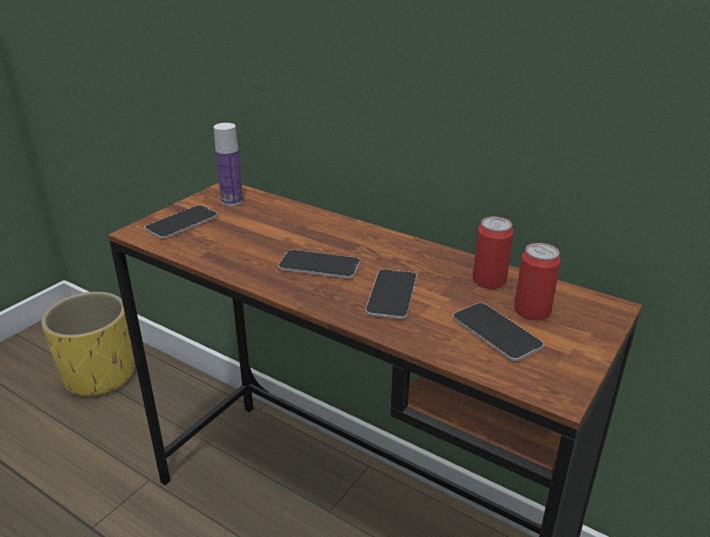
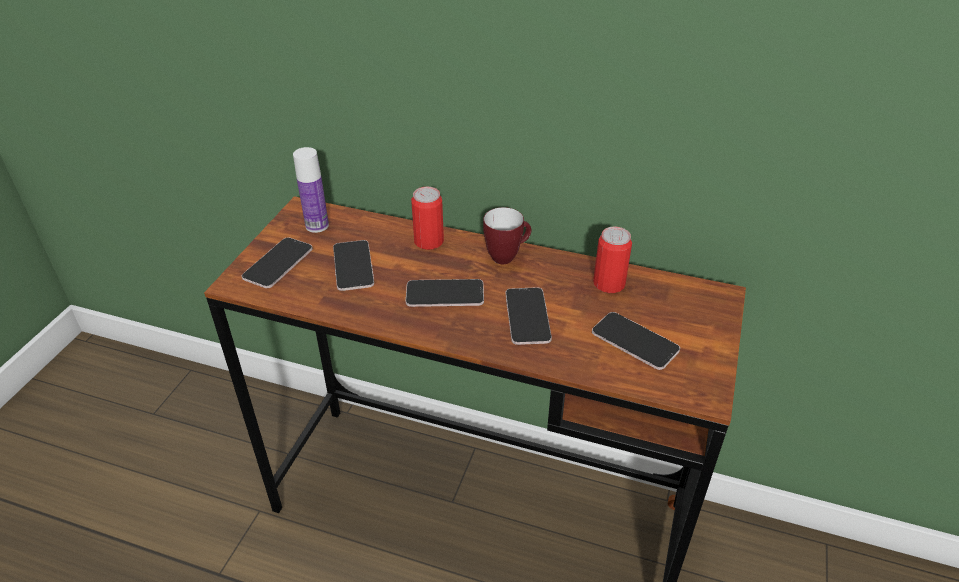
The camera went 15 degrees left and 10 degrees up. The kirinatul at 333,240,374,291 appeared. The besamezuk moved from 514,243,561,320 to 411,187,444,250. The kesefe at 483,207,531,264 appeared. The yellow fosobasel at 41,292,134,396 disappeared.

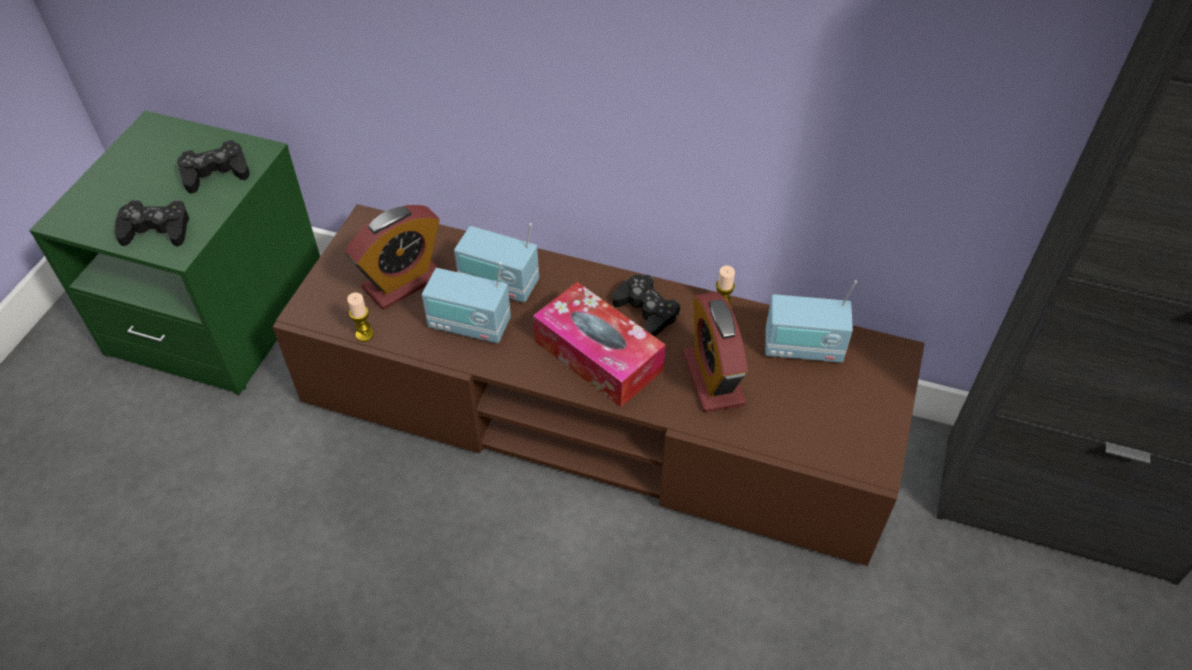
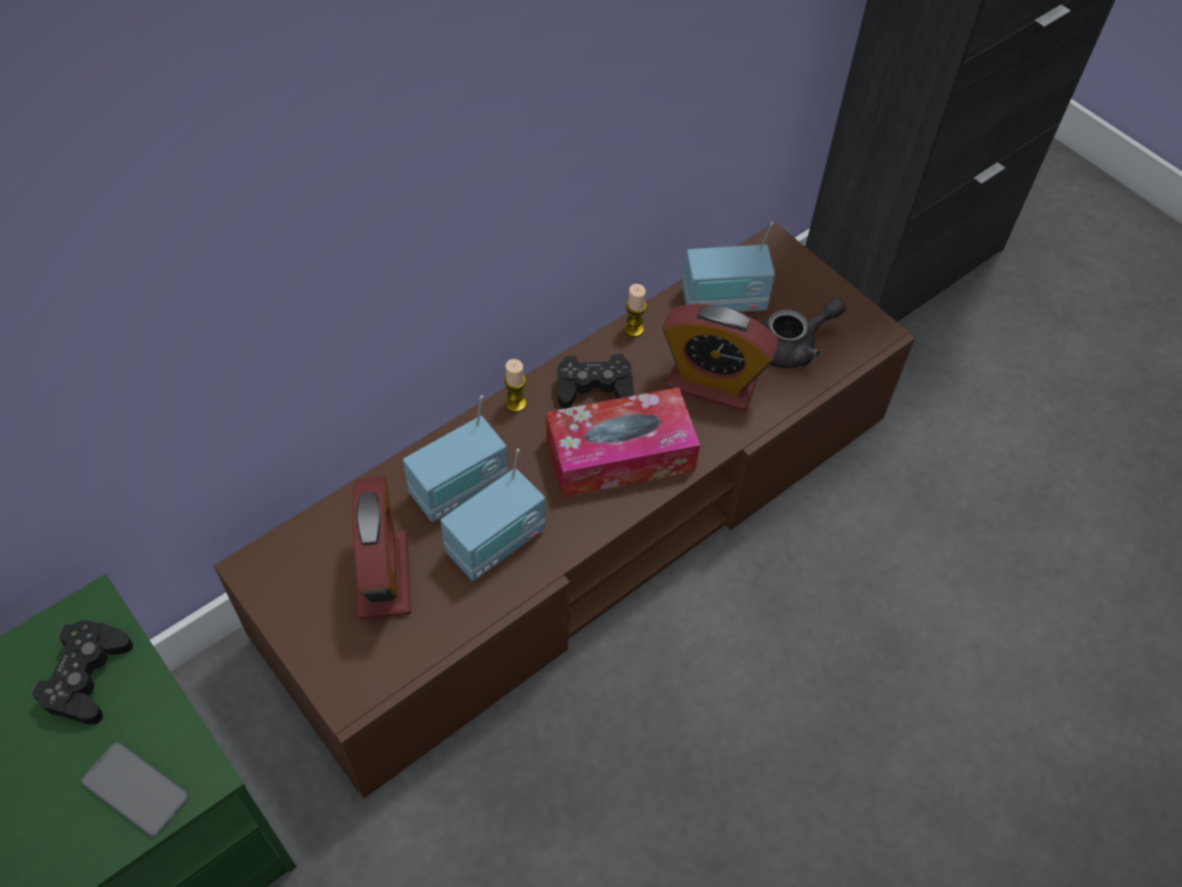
The camera went 60 degrees left and 5 degrees up. The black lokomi at 114,200,189,247 was replaced by the kirinatul at 81,743,189,836. The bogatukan moved from 347,292,374,342 to 504,359,526,412. The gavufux at 765,280,857,363 turned 45 degrees clockwise. The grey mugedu at 761,297,846,368 appeared.

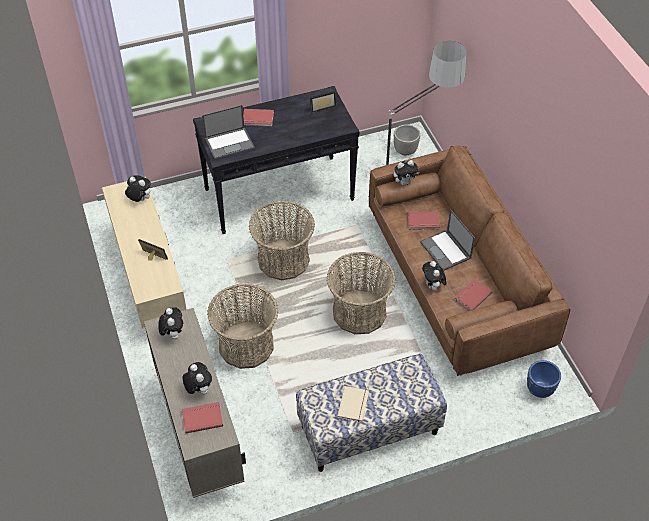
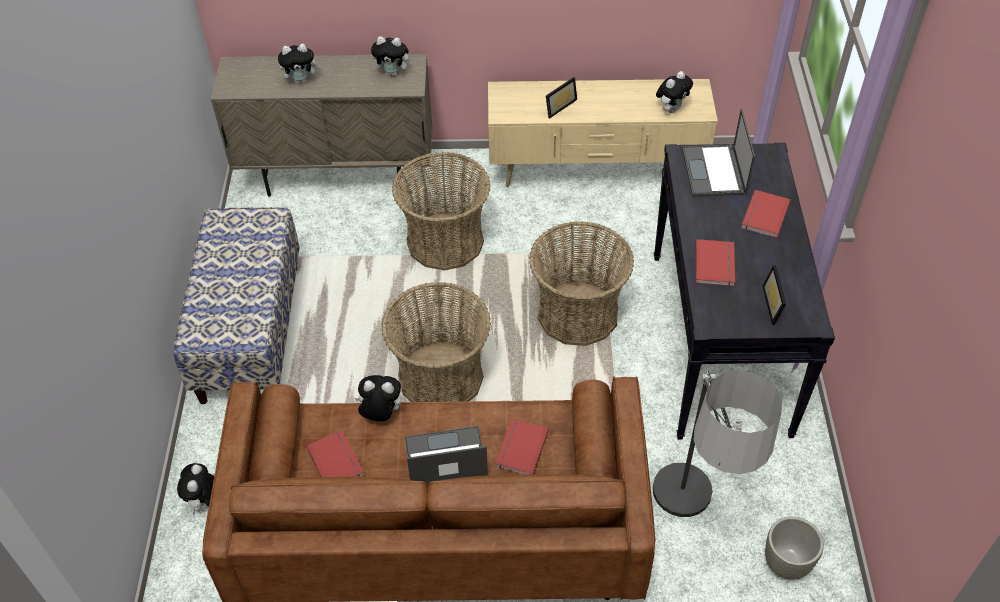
The camera went 110 degrees right and 0 degrees up. The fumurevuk moved from 394,160,419,185 to 177,463,214,515. The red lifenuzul moved from 182,402,223,433 to 695,239,735,286. The beige lifenuzul at 337,386,369,422 disappeared. The blue fosobasel at 527,360,561,398 disappeared.

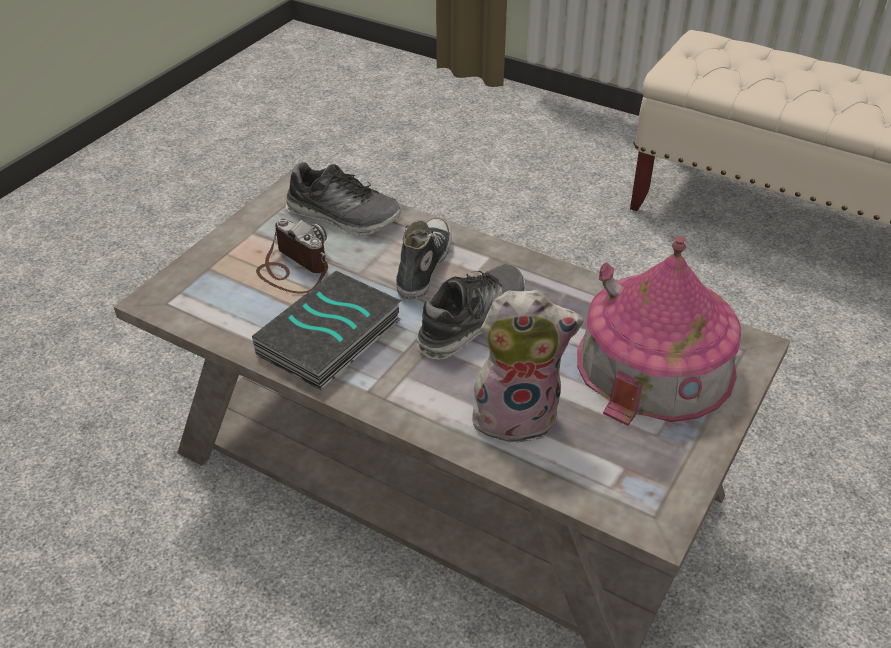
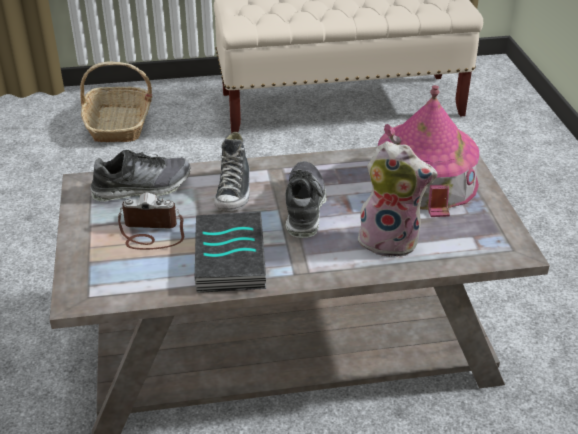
The camera went 40 degrees left and 5 degrees down. The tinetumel at 80,61,152,143 appeared. The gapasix at 396,218,452,300 turned 150 degrees counterclockwise. The fumurevuk at 472,290,583,444 turned 60 degrees clockwise.

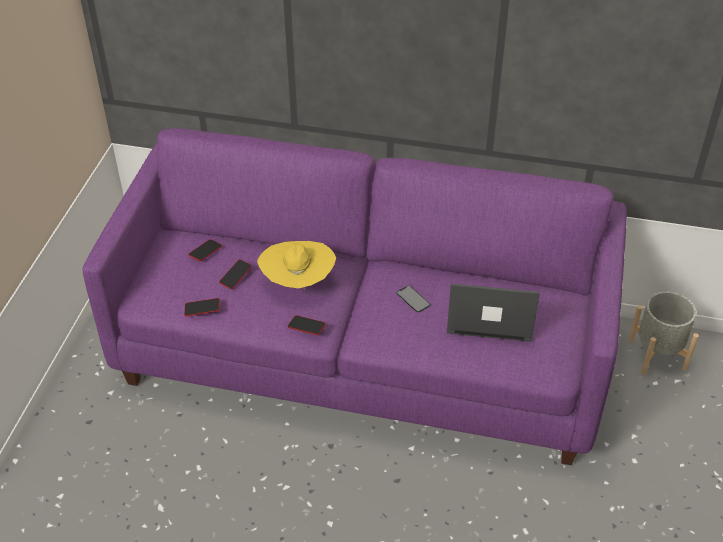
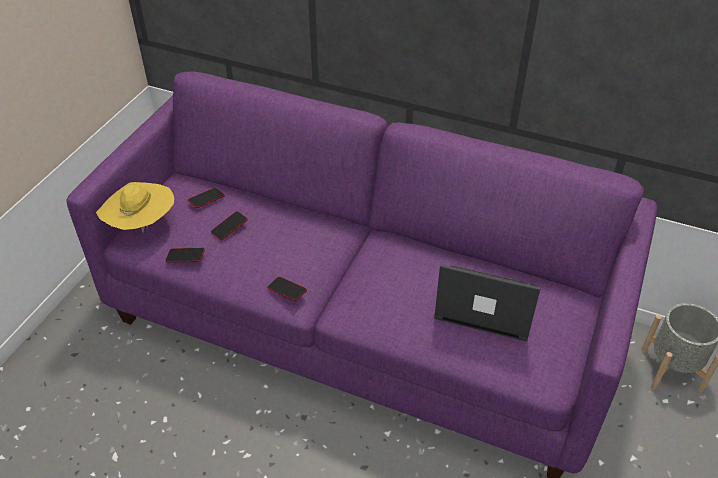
The camera went 10 degrees right and 0 degrees up. The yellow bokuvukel moved from 257,241,336,290 to 96,182,174,233. The kirinatul at 397,285,430,313 disappeared.

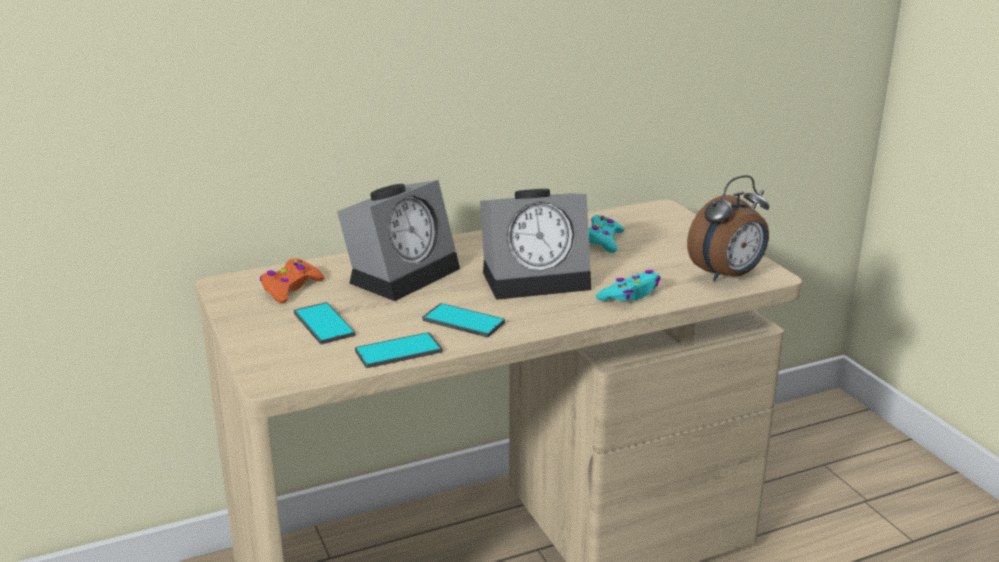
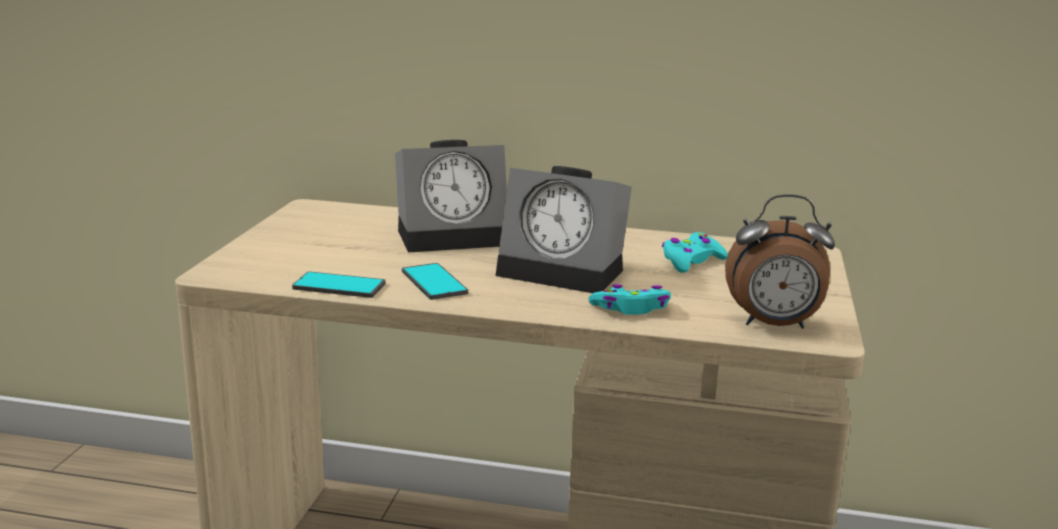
The camera went 35 degrees right and 5 degrees down. The orange lokomi at 260,258,324,303 disappeared. The kirinatul at 294,302,355,344 disappeared.

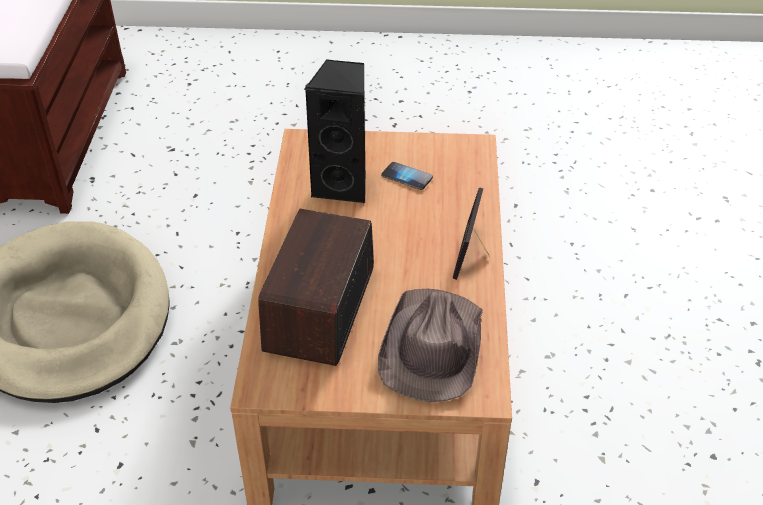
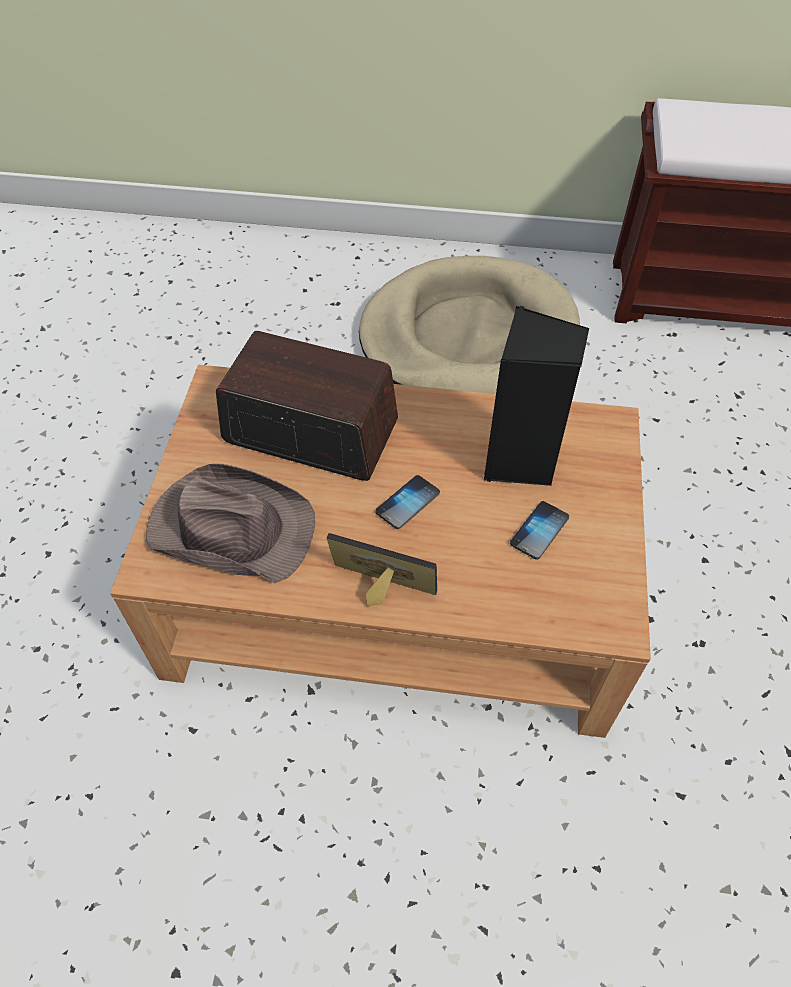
The camera went 95 degrees right and 10 degrees up. The kirinatul at 375,475,440,529 appeared.

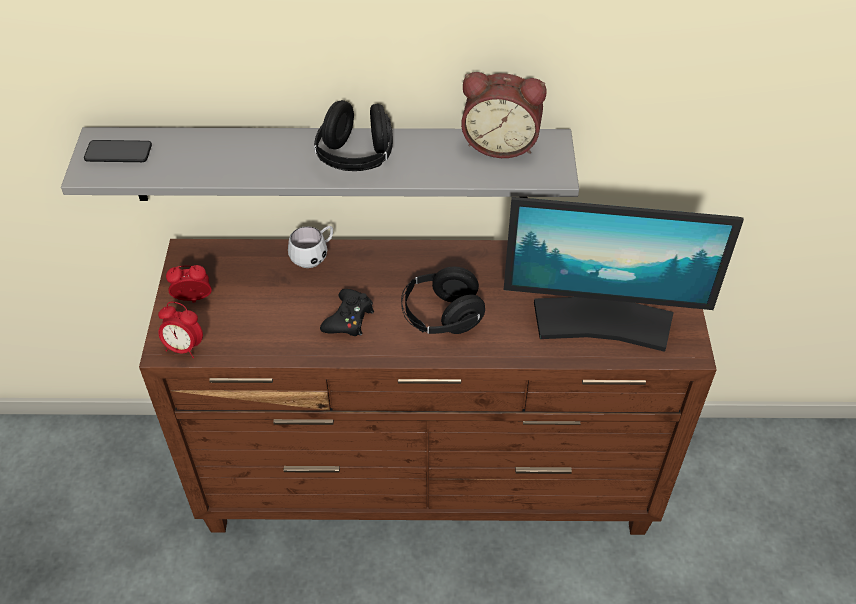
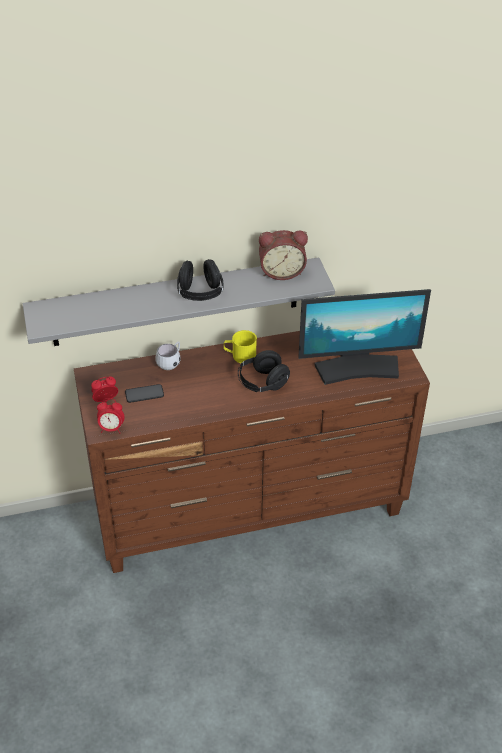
The camera went 15 degrees left and 5 degrees down. The kirinatul moved from 84,140,152,162 to 125,384,164,403. The yellow kesefe at 224,330,257,363 appeared. The black lokomi at 320,289,374,336 disappeared.

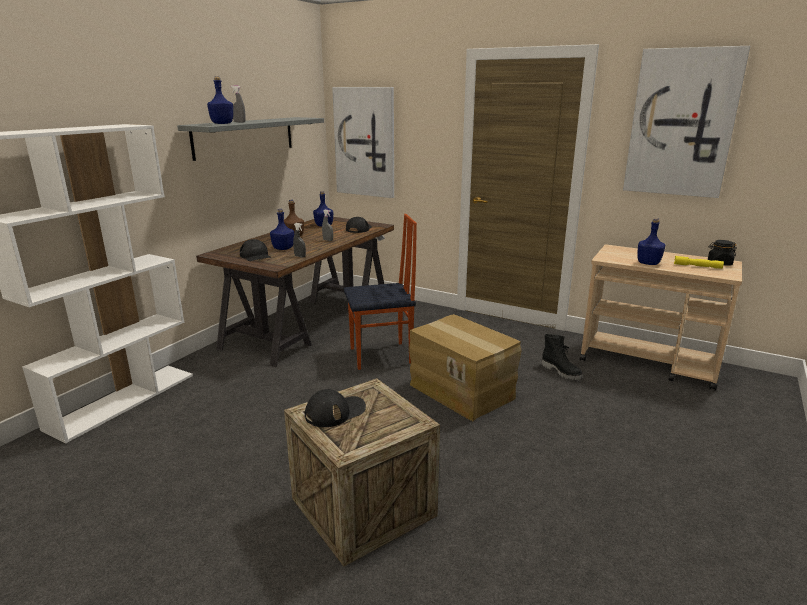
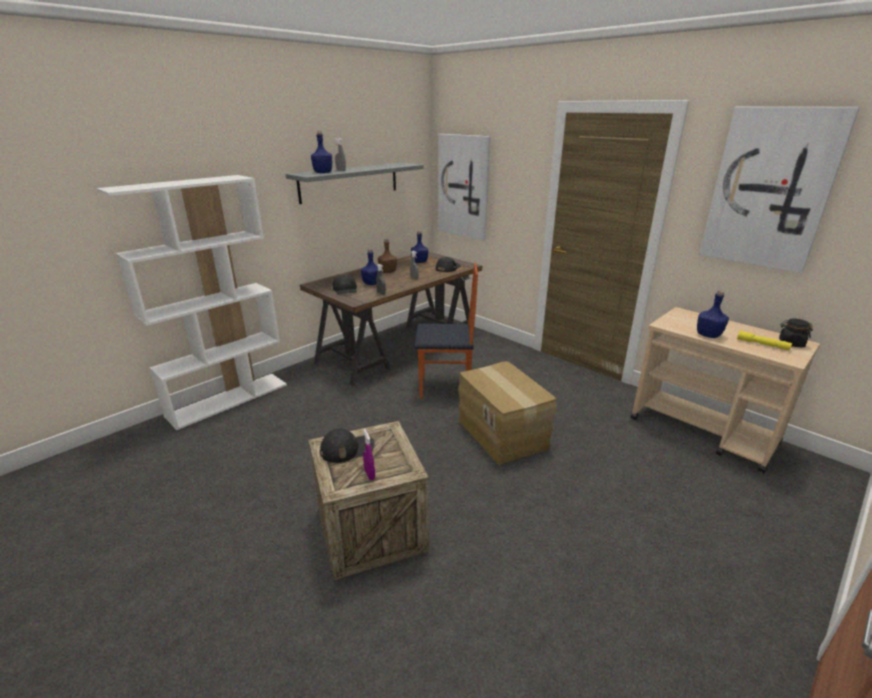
The camera went 15 degrees right and 5 degrees up. The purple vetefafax at 363,429,375,480 appeared. The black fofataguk at 541,334,583,380 disappeared.

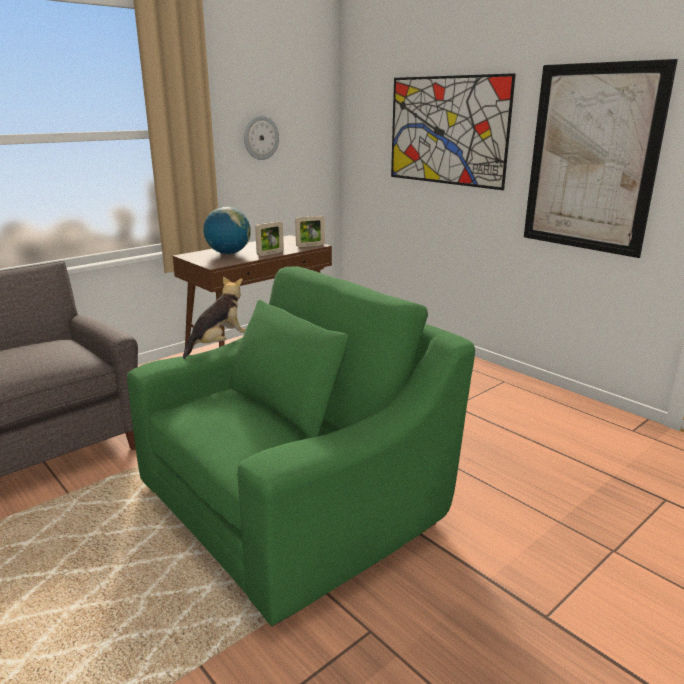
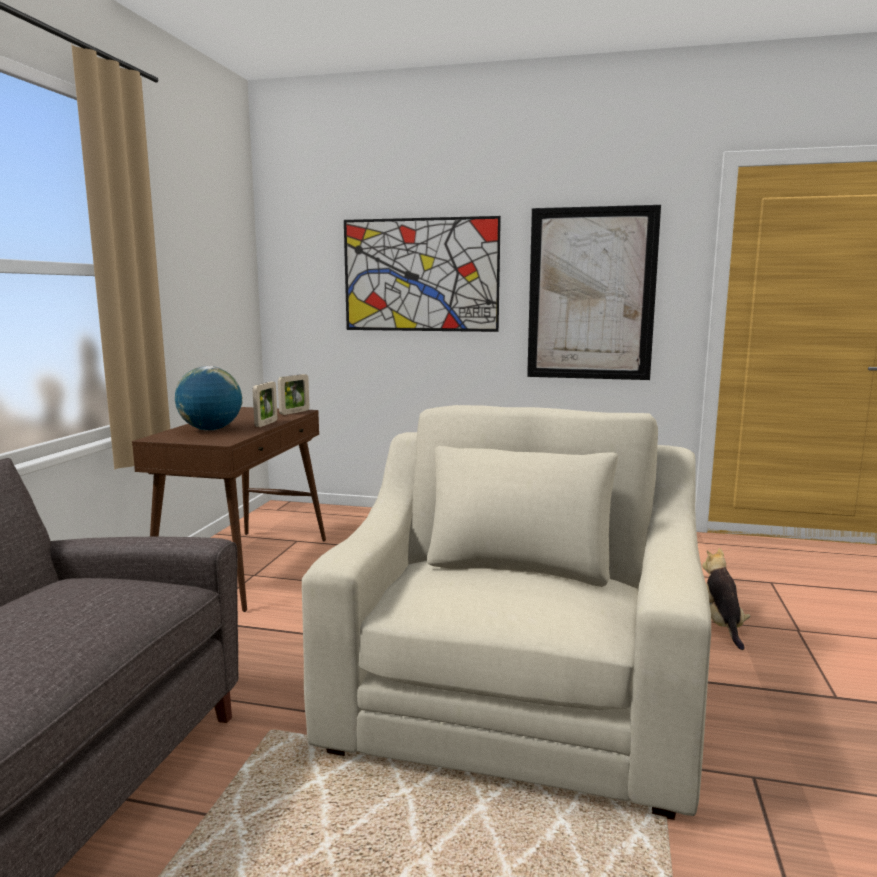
The camera went 35 degrees left and 10 degrees down. The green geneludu at 127,266,475,627 became the beige geneludu at 302,405,711,820. The fumurevuk moved from 183,277,246,359 to 702,548,750,650. The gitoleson at 244,115,279,160 disappeared.

